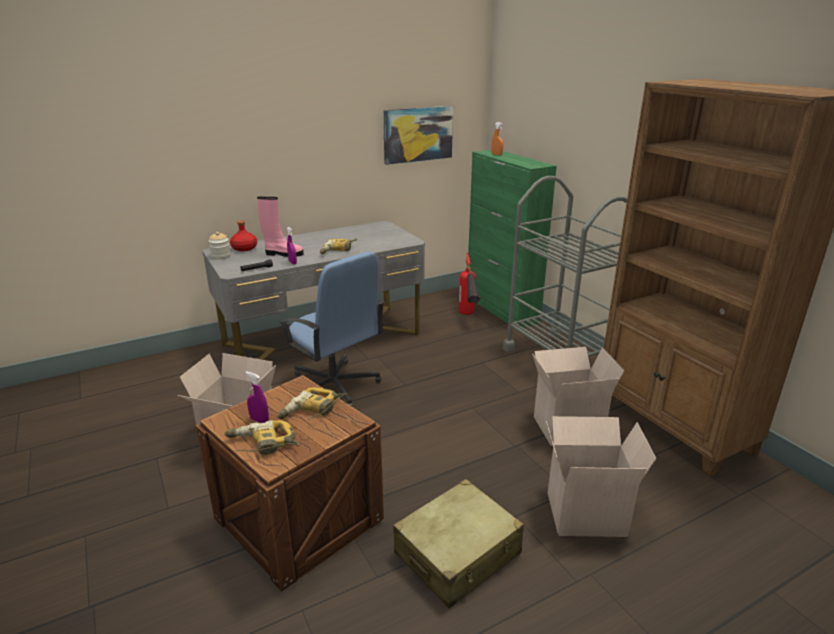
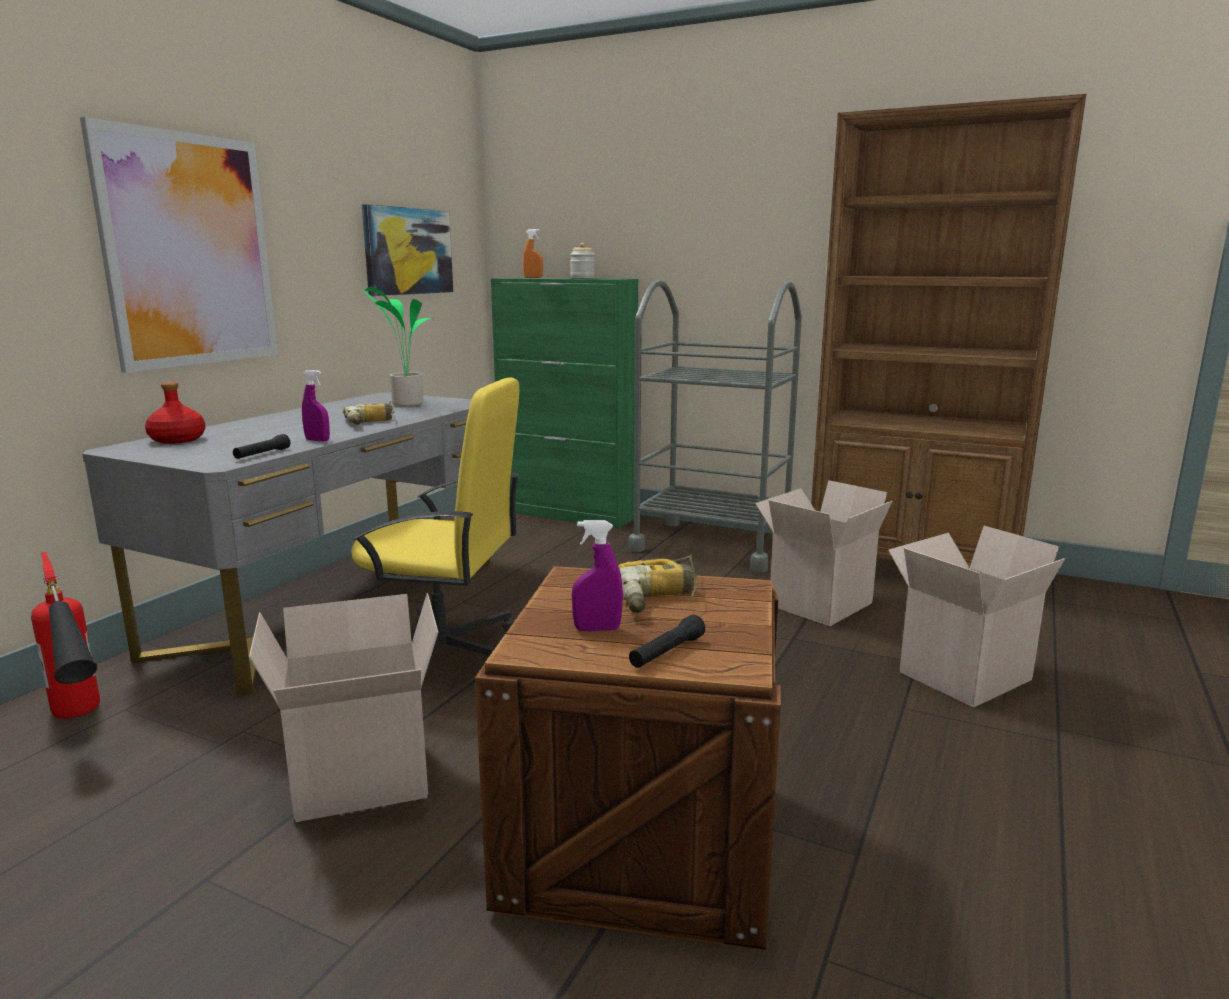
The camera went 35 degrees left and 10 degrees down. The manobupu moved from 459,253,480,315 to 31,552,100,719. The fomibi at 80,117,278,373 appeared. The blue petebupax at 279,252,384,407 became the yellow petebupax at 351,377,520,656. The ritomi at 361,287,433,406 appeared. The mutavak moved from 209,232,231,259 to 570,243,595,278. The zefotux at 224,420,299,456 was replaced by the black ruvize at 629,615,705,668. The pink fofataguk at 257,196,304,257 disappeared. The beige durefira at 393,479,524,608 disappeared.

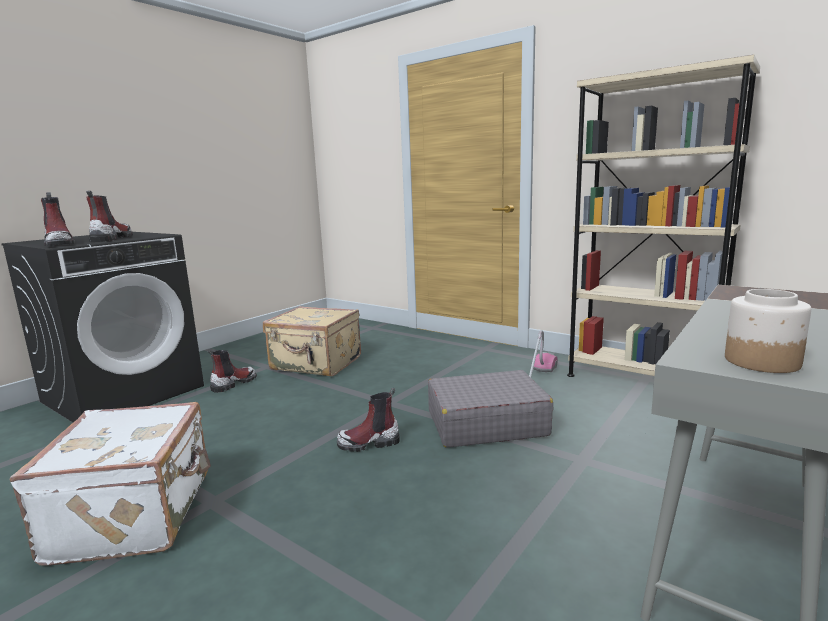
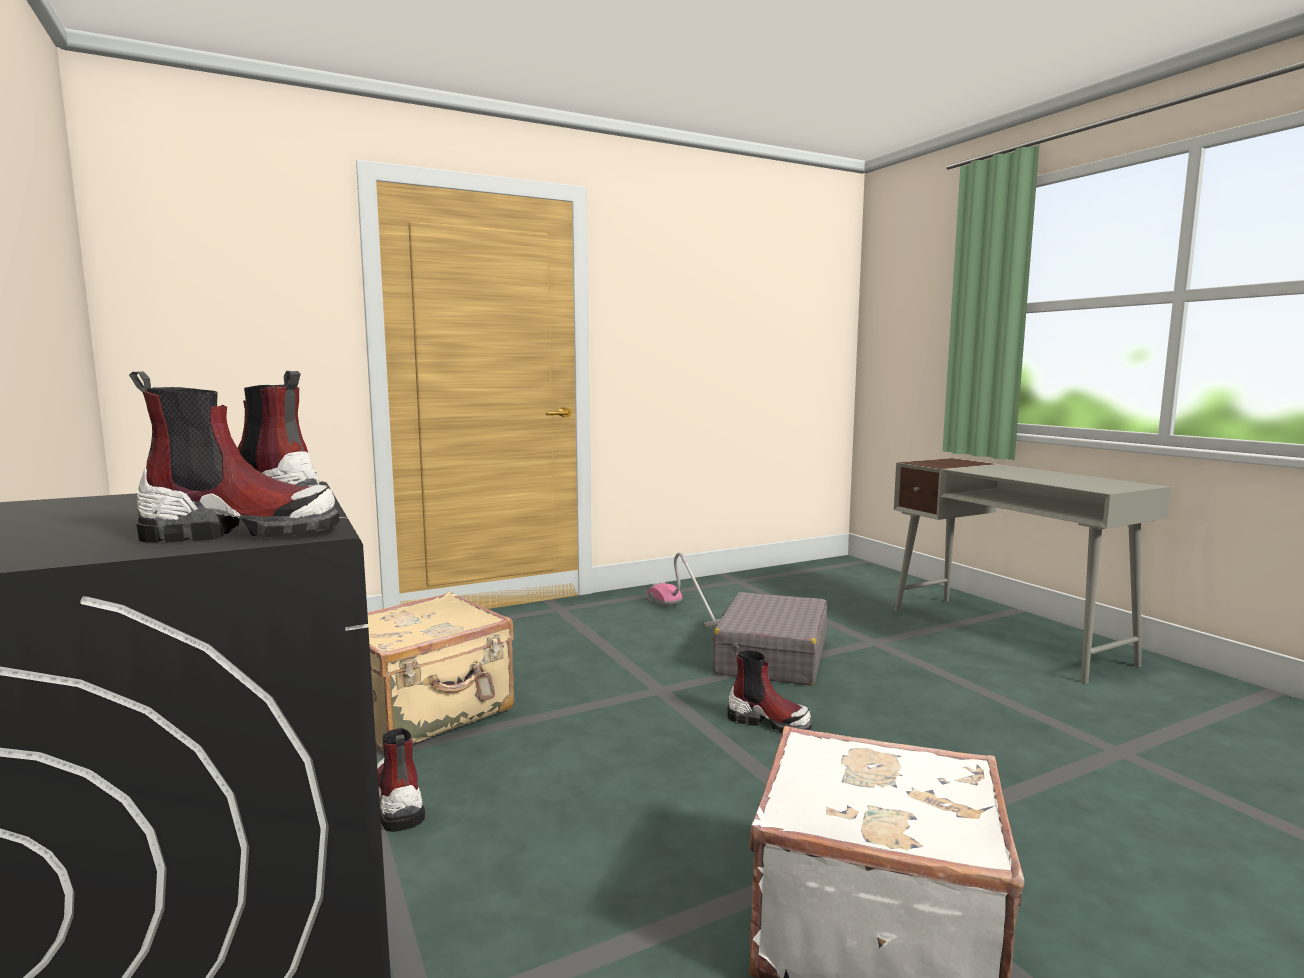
The camera went 65 degrees left and 5 degrees down. The fofataguk at 337,388,400,452 turned 75 degrees counterclockwise. The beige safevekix at 567,54,760,377 disappeared. The mutavak at 725,289,811,373 disappeared.

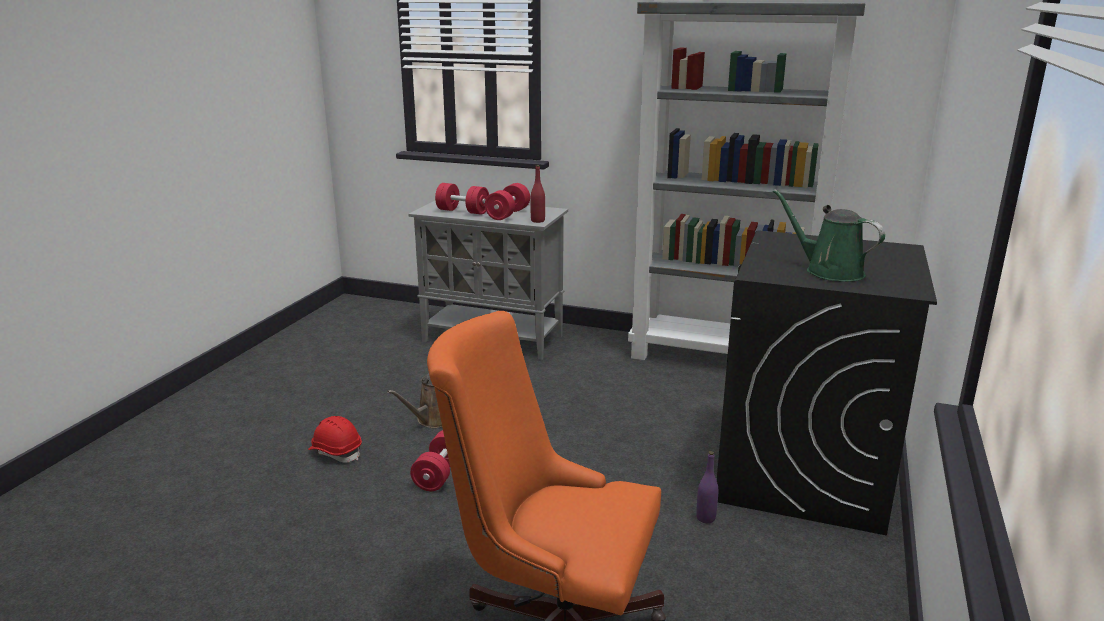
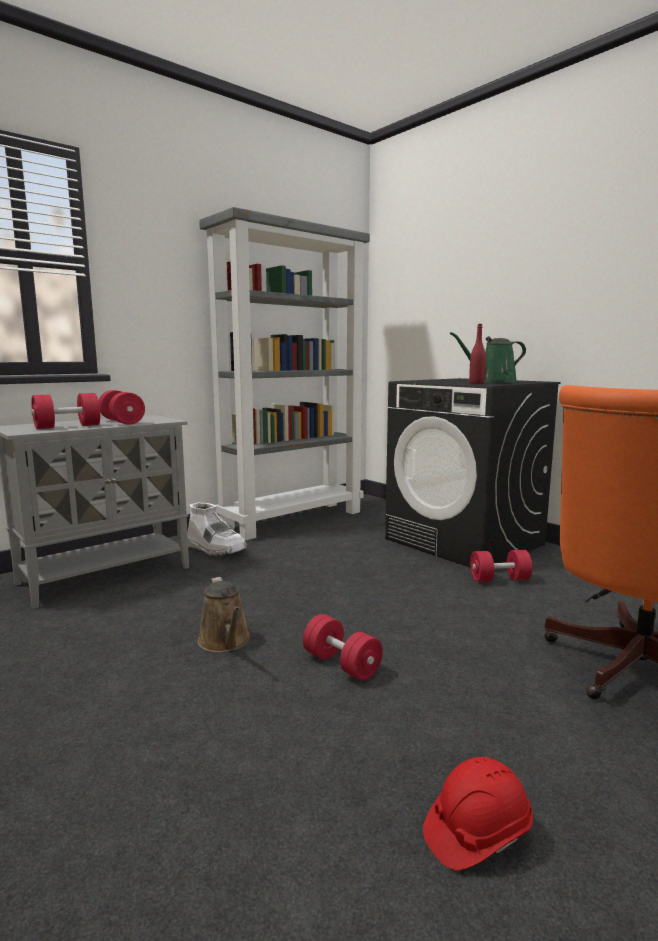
The camera went 60 degrees left and 10 degrees down. The white fofataguk at 187,503,247,556 appeared. The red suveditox moved from 308,416,362,462 to 423,757,533,870. The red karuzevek moved from 530,165,545,223 to 469,324,486,384. The purple karuzevek at 696,451,718,523 was replaced by the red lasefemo at 470,550,532,582.

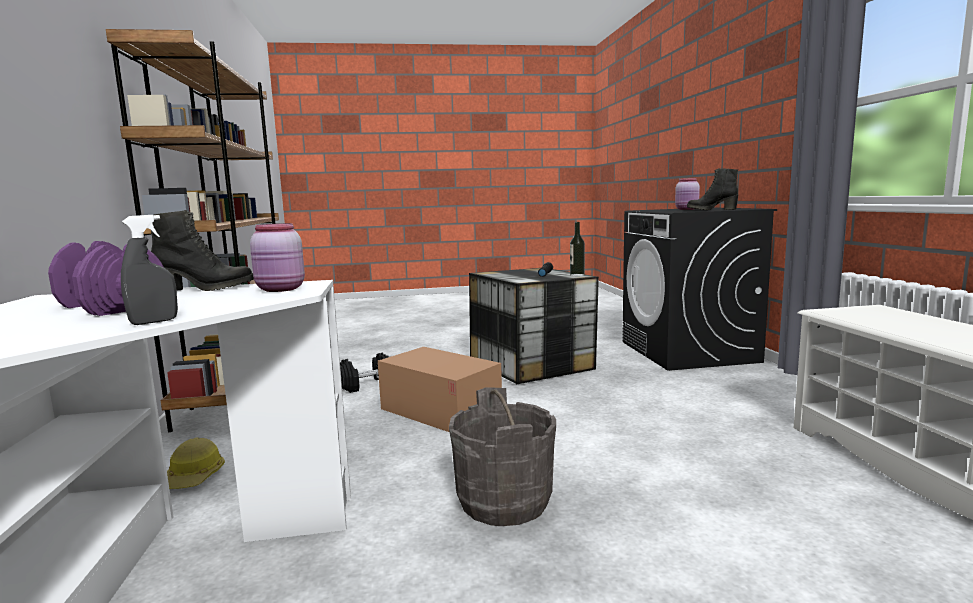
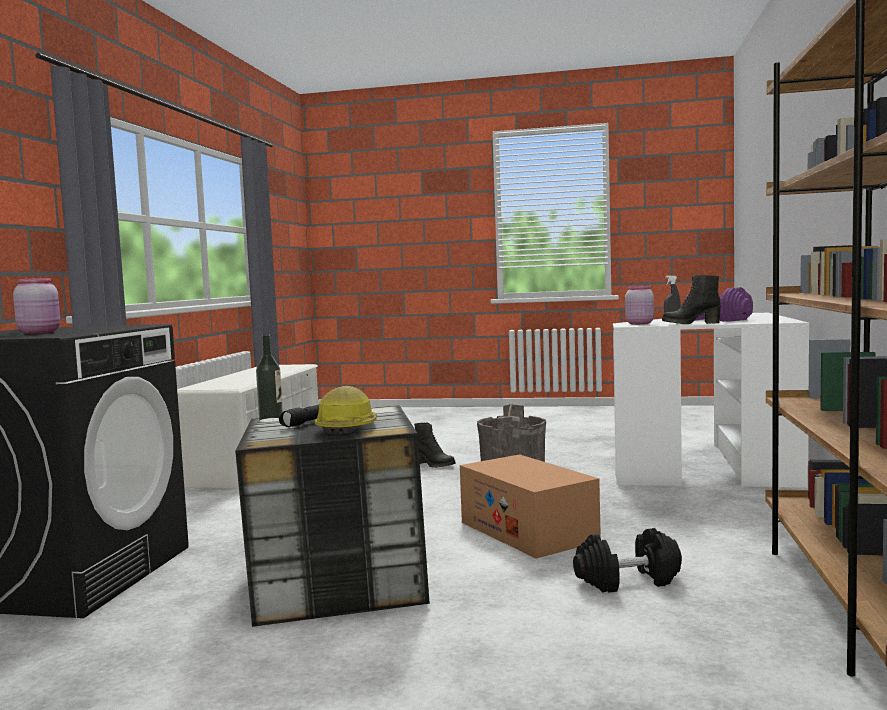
The camera went 160 degrees left and 5 degrees down. The suveditox moved from 167,437,225,489 to 314,386,377,435. The black fofataguk moved from 687,168,738,210 to 414,423,456,467.

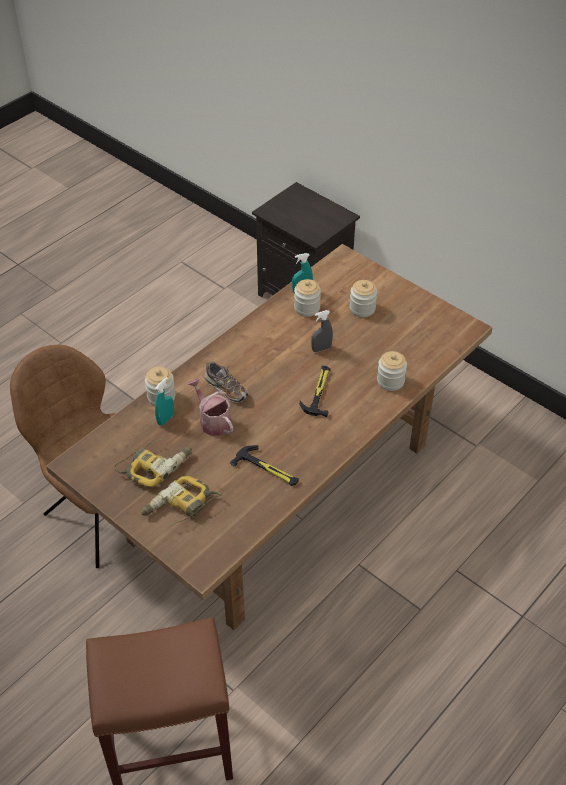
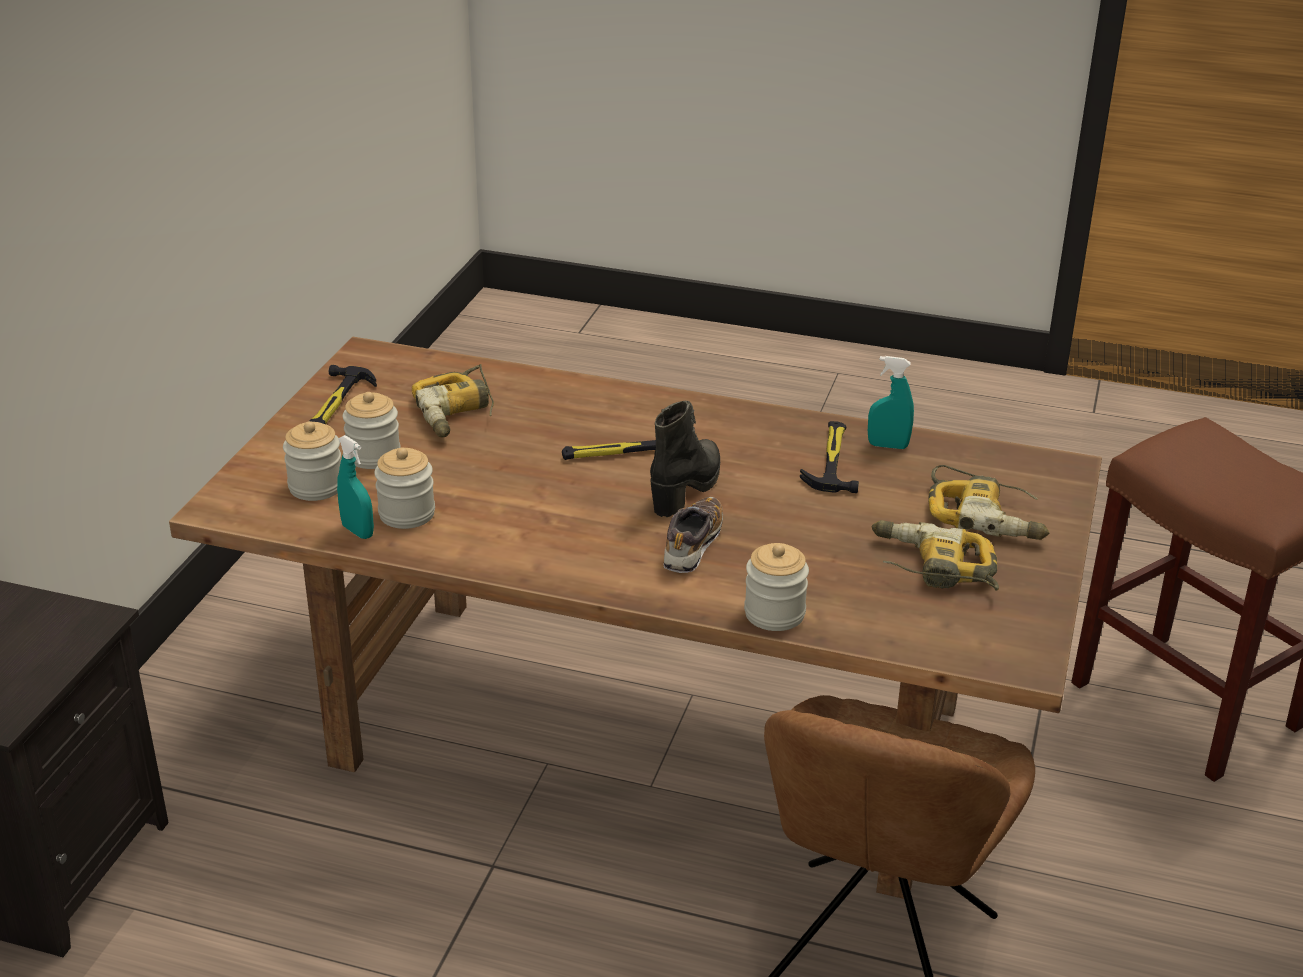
The camera went 115 degrees left and 15 degrees down. The mutavak moved from 377,351,407,391 to 283,421,341,501. The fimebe at 309,365,377,424 appeared. The zefotux at 412,364,494,438 appeared. The black fofataguk at 650,401,720,517 appeared. The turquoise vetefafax moved from 155,377,174,426 to 868,356,914,449. The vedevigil at 188,378,233,436 disappeared. The grey vetefafax at 311,310,333,352 disappeared.

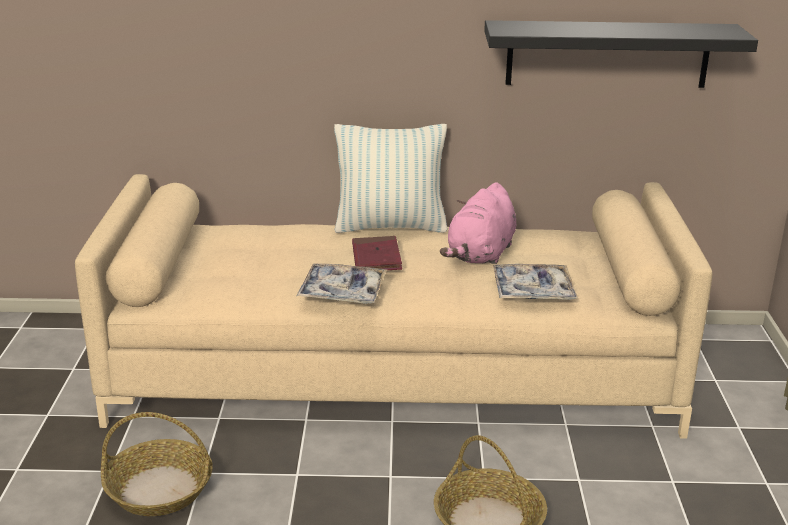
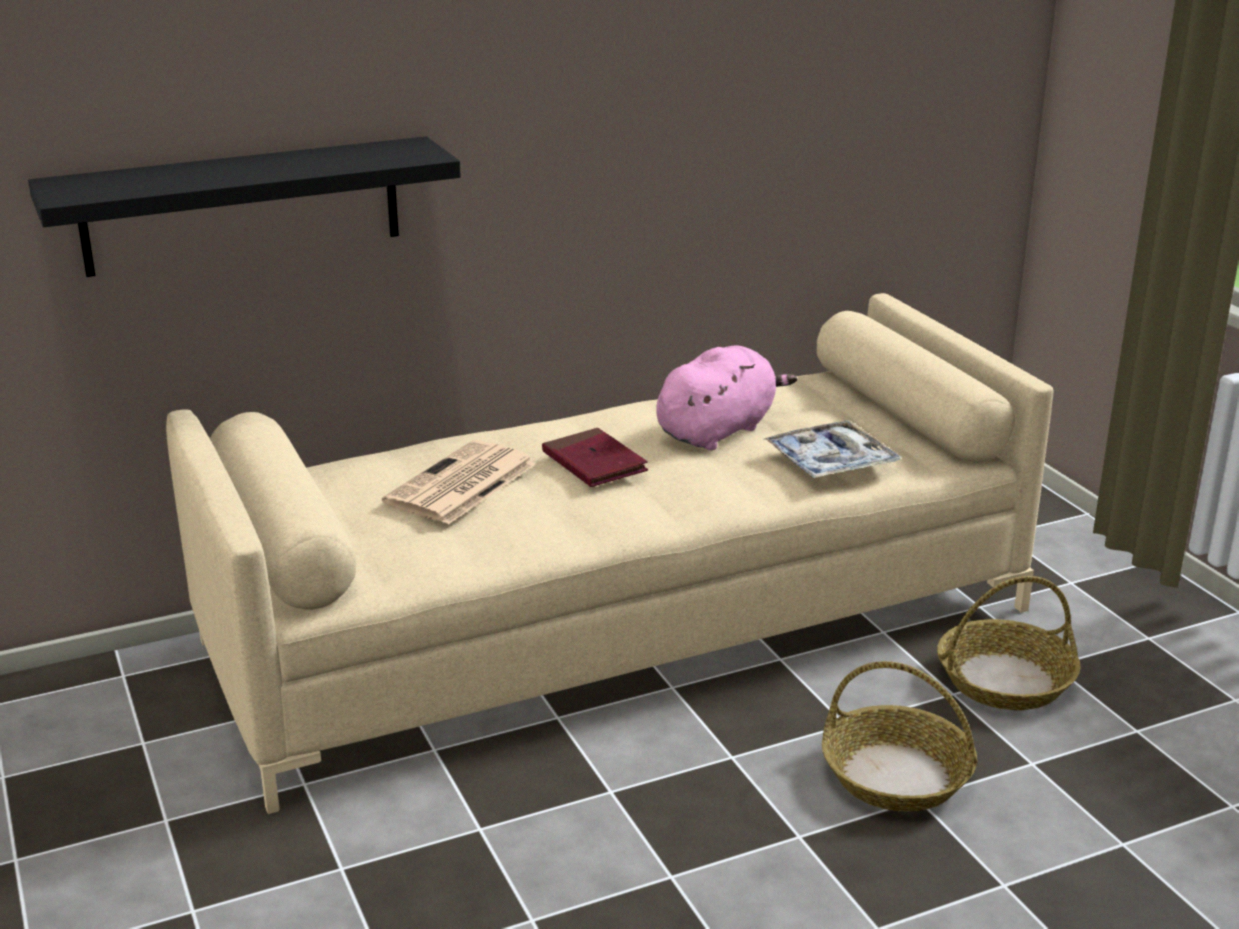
The camera went 25 degrees left and 0 degrees up. The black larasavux moved from 484,20,758,88 to 28,136,461,277. The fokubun at 382,440,535,524 appeared. The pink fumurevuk at 440,182,516,264 turned 135 degrees counterclockwise. The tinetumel moved from 101,412,213,516 to 937,576,1081,710. The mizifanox at 296,264,387,304 disappeared. The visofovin at 334,124,448,233 disappeared.

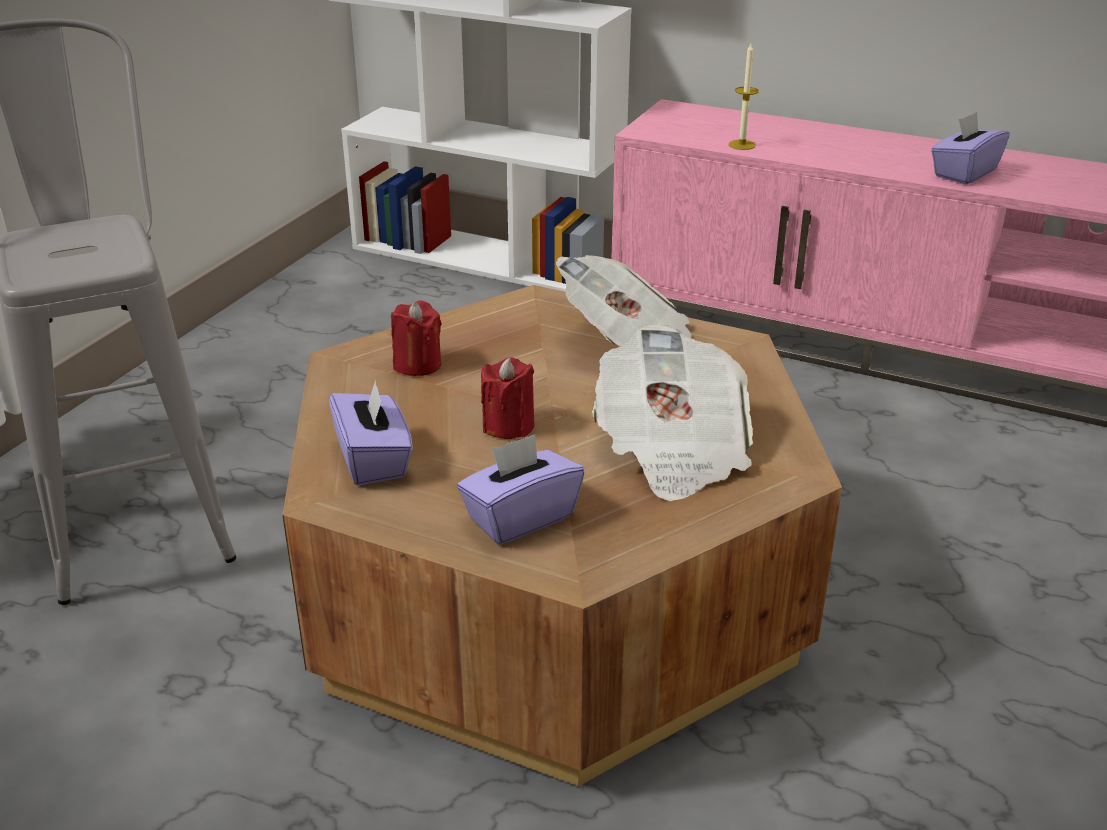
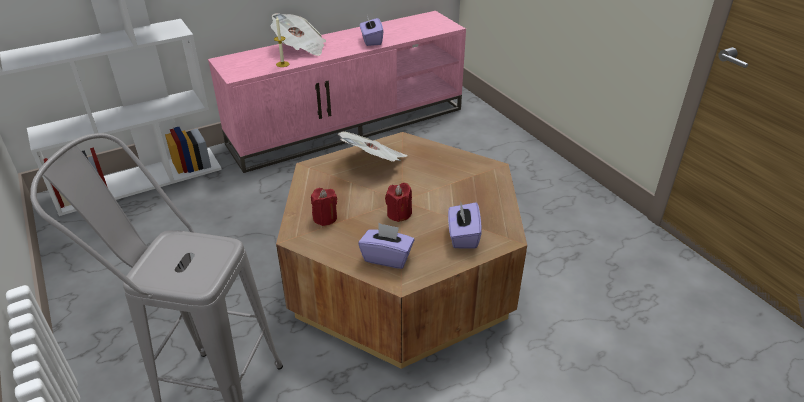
The camera went 55 degrees left and 5 degrees up. The fokubun moved from 592,325,753,501 to 270,13,326,56.

